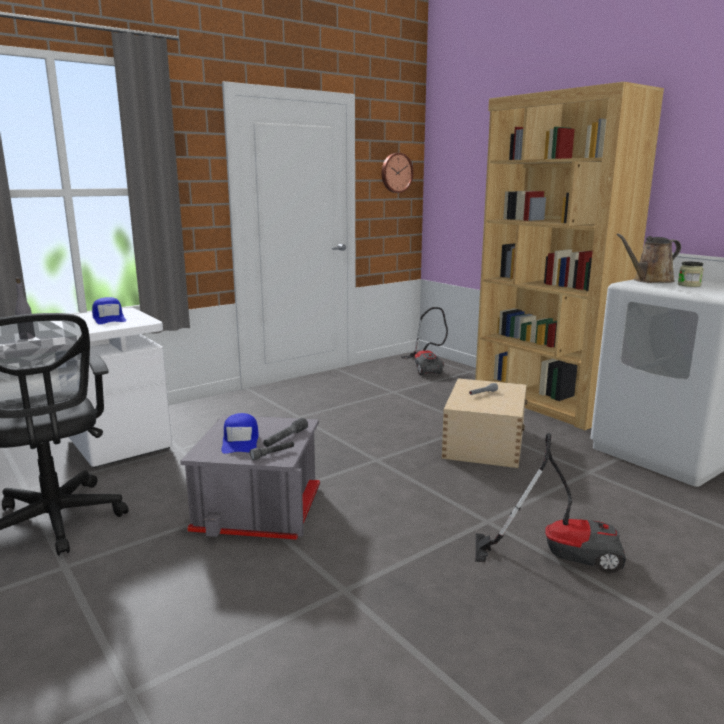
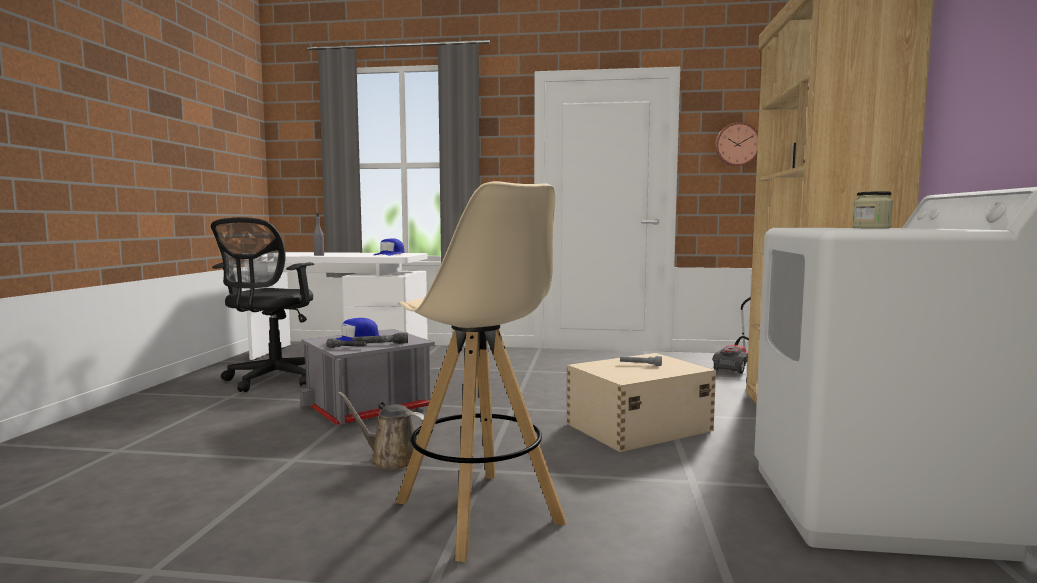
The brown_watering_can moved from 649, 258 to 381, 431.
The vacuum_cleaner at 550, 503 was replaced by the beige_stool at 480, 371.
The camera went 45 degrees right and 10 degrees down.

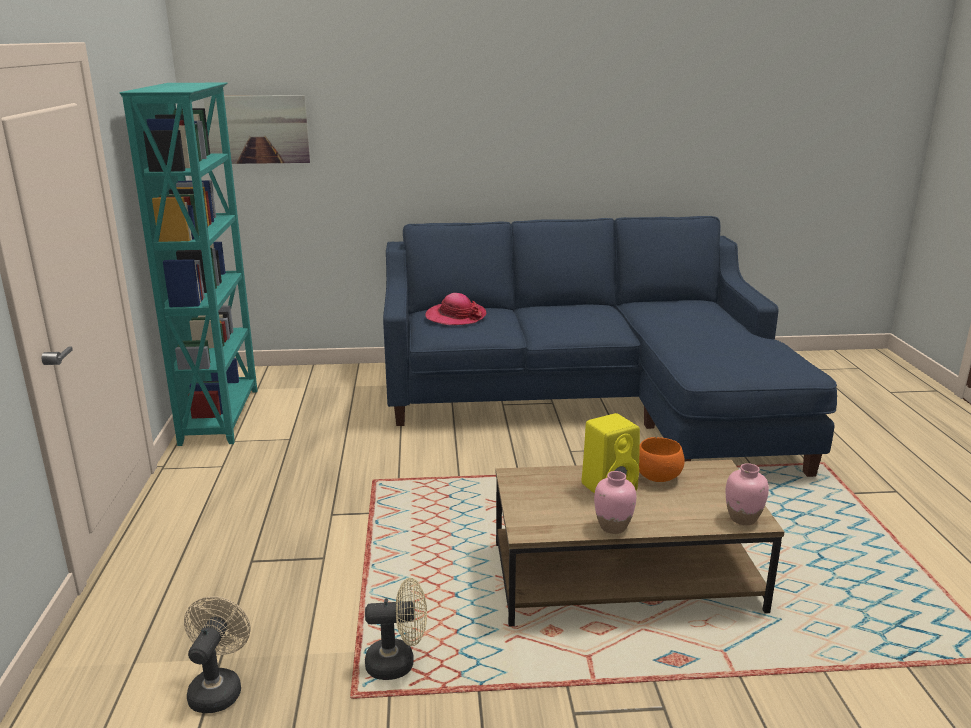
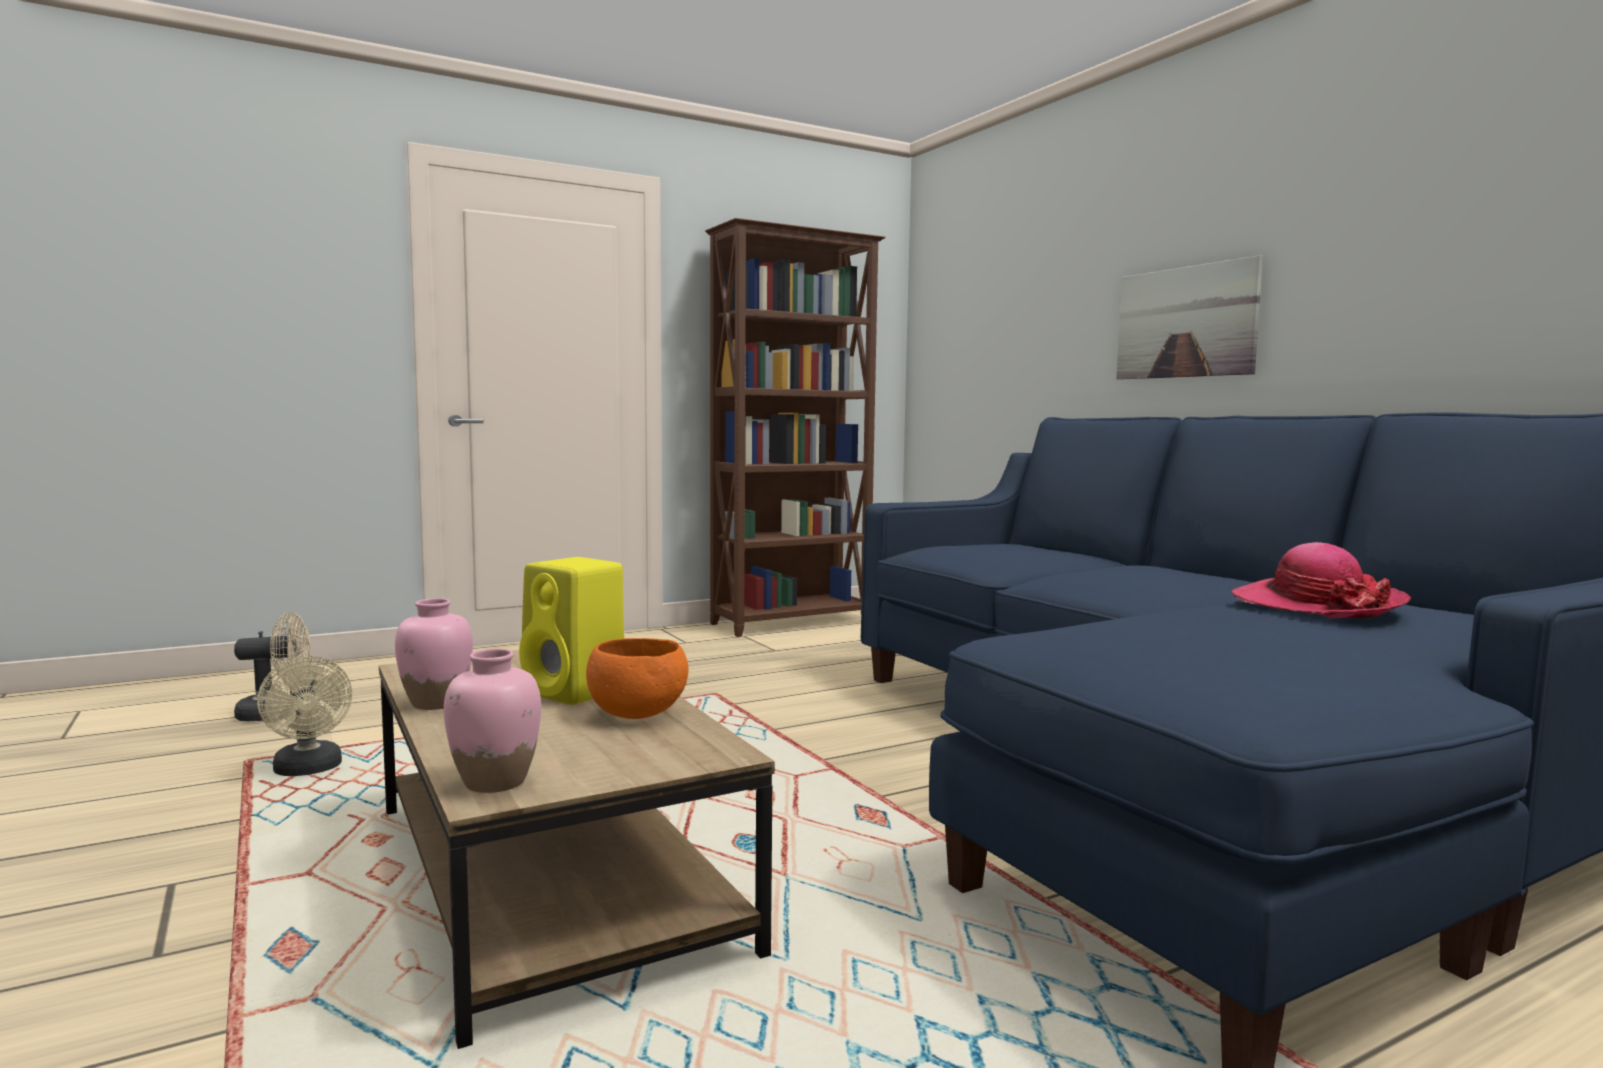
The turquoise_bookcase at 188, 264 became the brown_bookcase at 795, 427.
The picture moved from 257, 129 to 1189, 317.
The hat moved from 455, 309 to 1321, 580.
The camera went 65 degrees right and 15 degrees down.

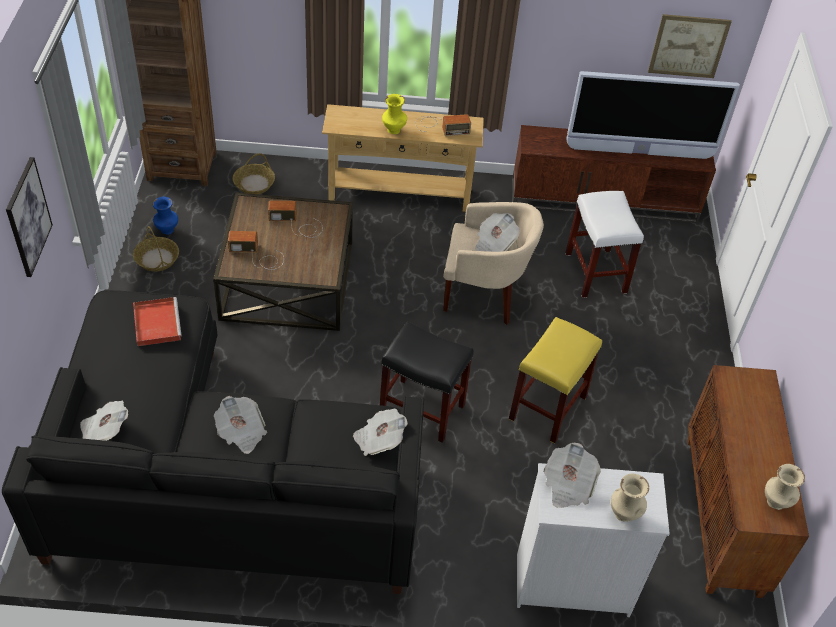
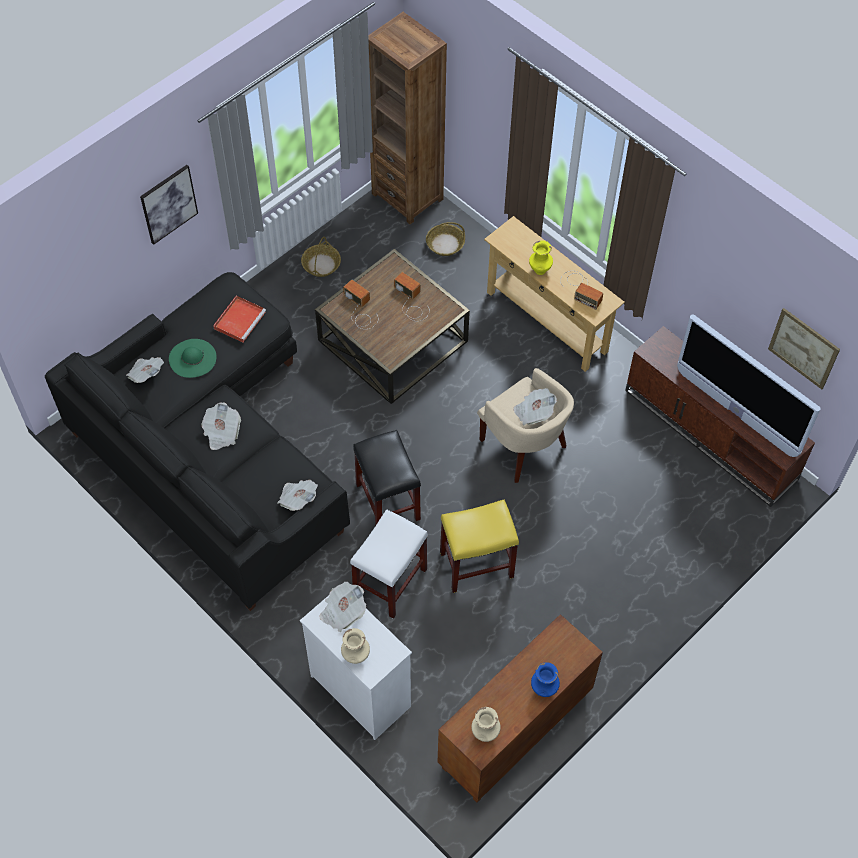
The green_hat at 193, 358 appeared.
The white_stool moved from 604, 244 to 389, 564.
The blue_vase moved from 165, 216 to 545, 679.
The camera went 45 degrees right and 10 degrees up.

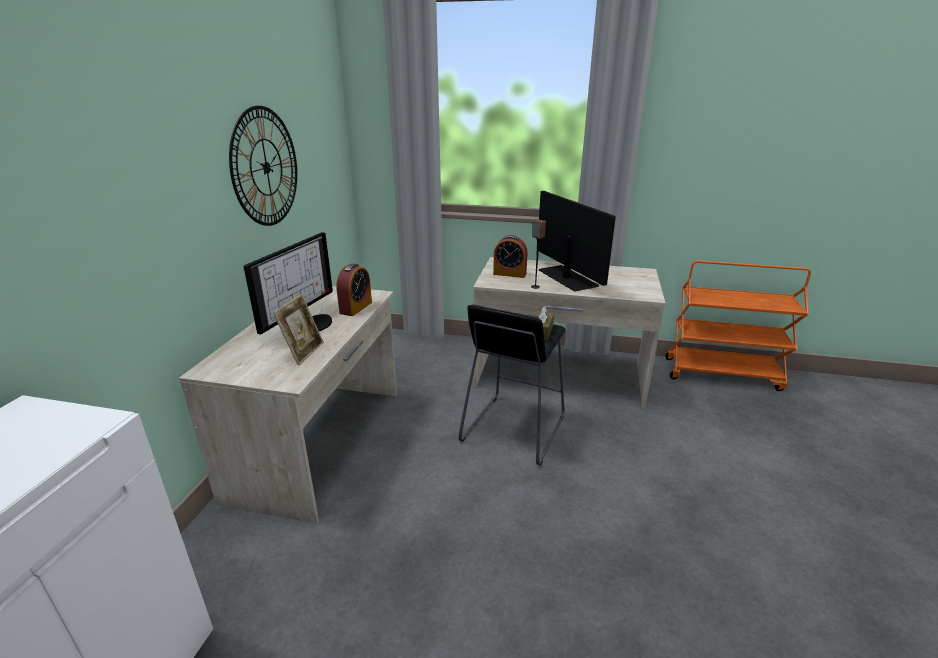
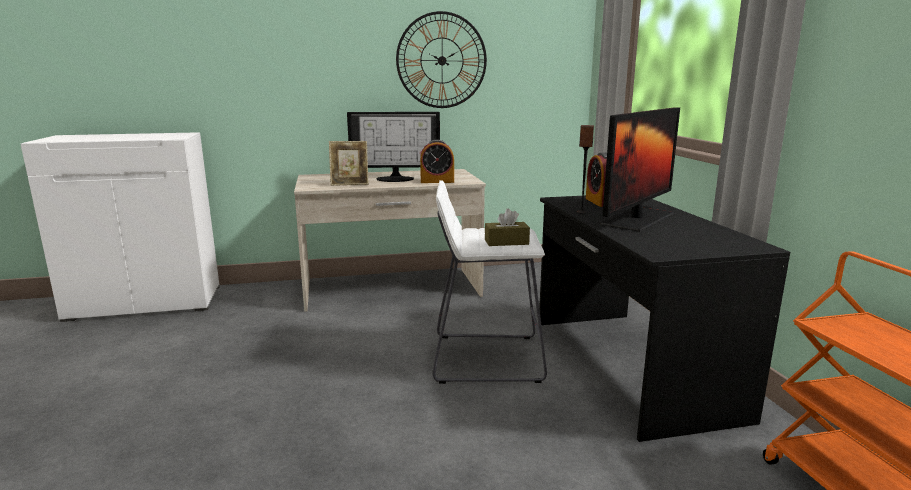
The black_stool at 512, 384 became the white_stool at 489, 282.
The beige_desk at 569, 332 became the black_desk at 664, 318.
The camera went 65 degrees right and 10 degrees down.

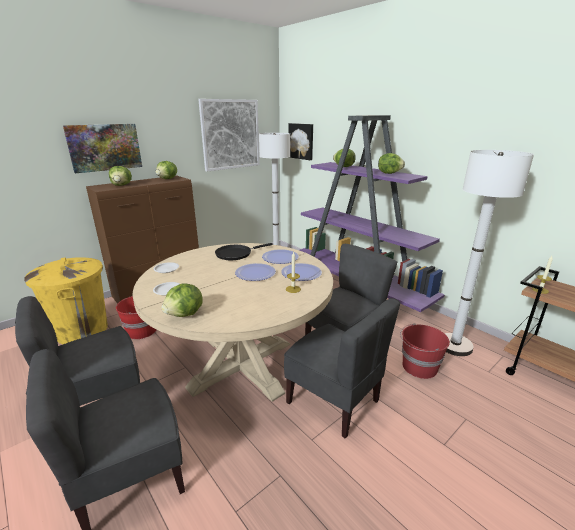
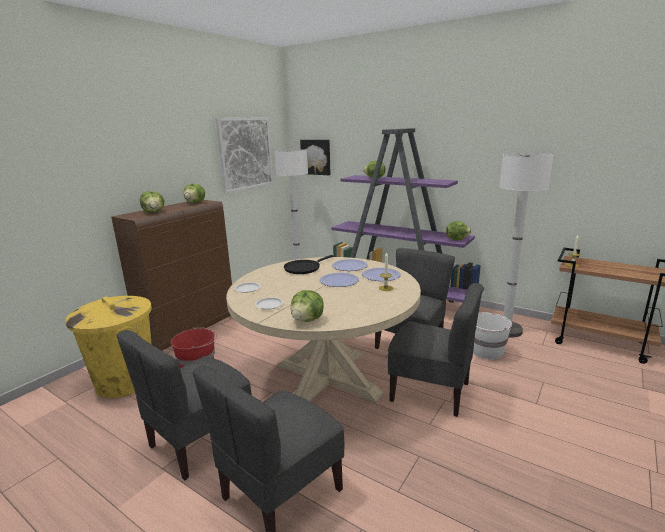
The lettuce moved from 391, 163 to 458, 230.
The red_bucket at 425, 351 became the white_bucket at 492, 336.
The picture at 102, 149 disappeared.
The camera went 15 degrees left and 5 degrees down.

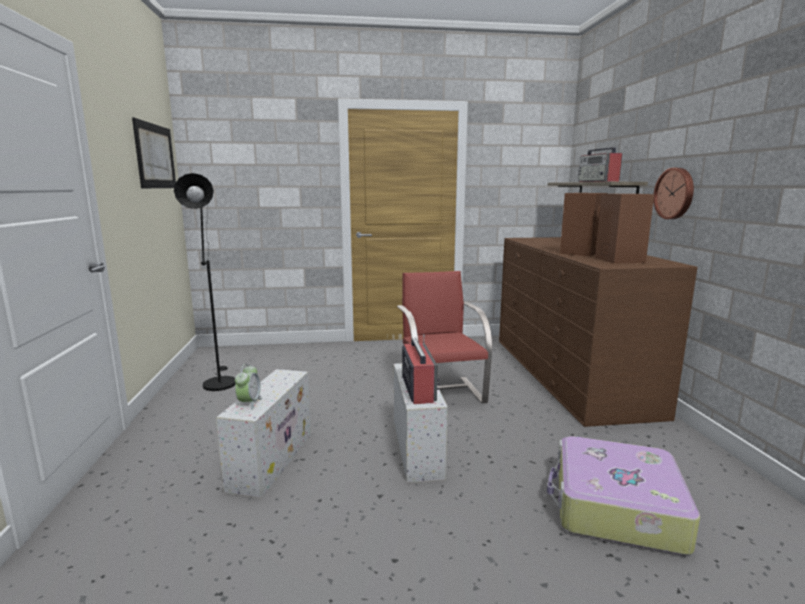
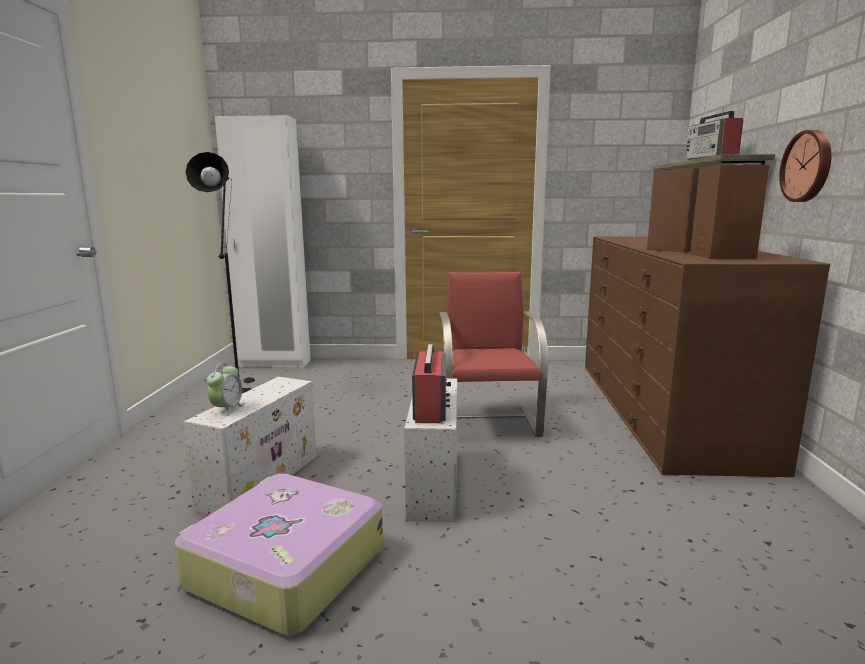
The suitcase moved from 623, 495 to 279, 555.
The white_wardrobe at 263, 241 appeared.
The picture at 154, 152 disappeared.
The camera went 10 degrees right and 0 degrees up.

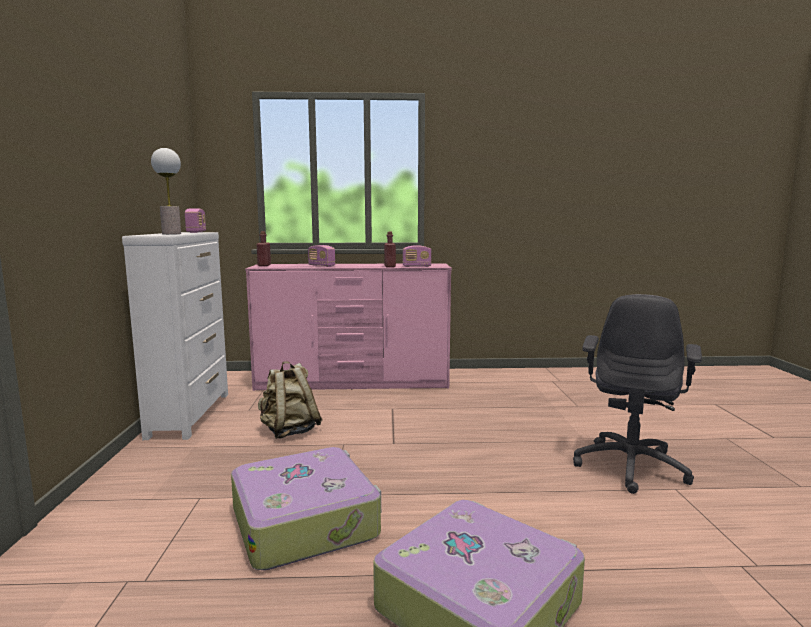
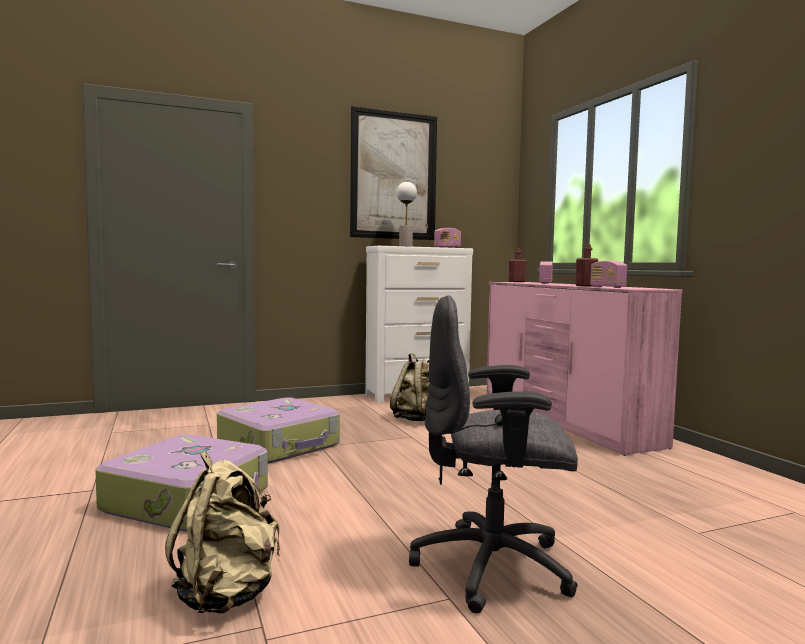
The beige_backpack at 222, 532 appeared.
The picture at 393, 173 appeared.
The camera went 70 degrees right and 5 degrees down.

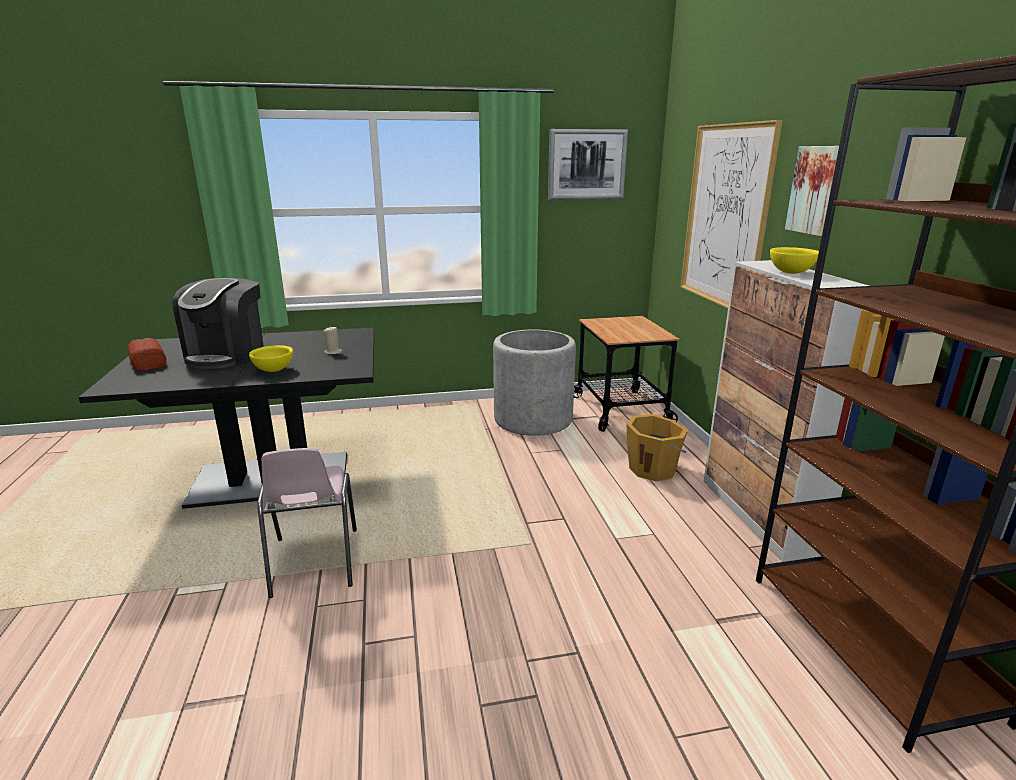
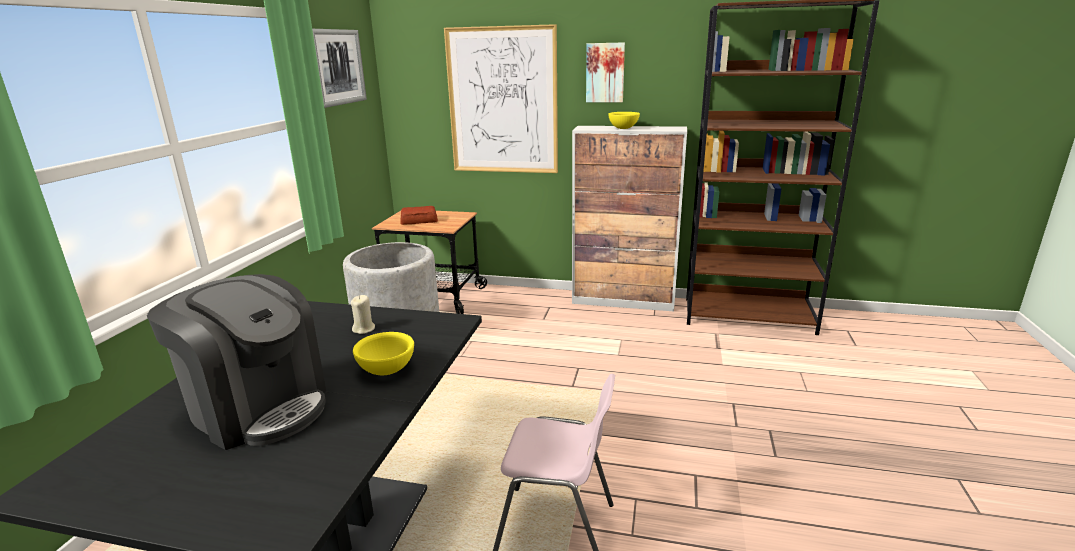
The bread moved from 147, 354 to 419, 215.
The orange_bucket at 657, 447 disappeared.
The camera went 65 degrees left and 0 degrees up.

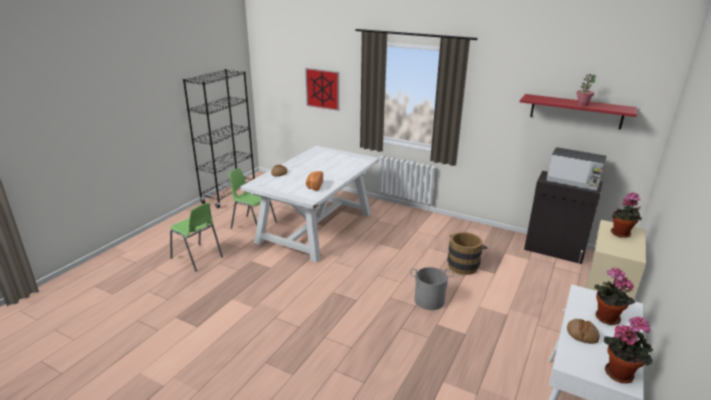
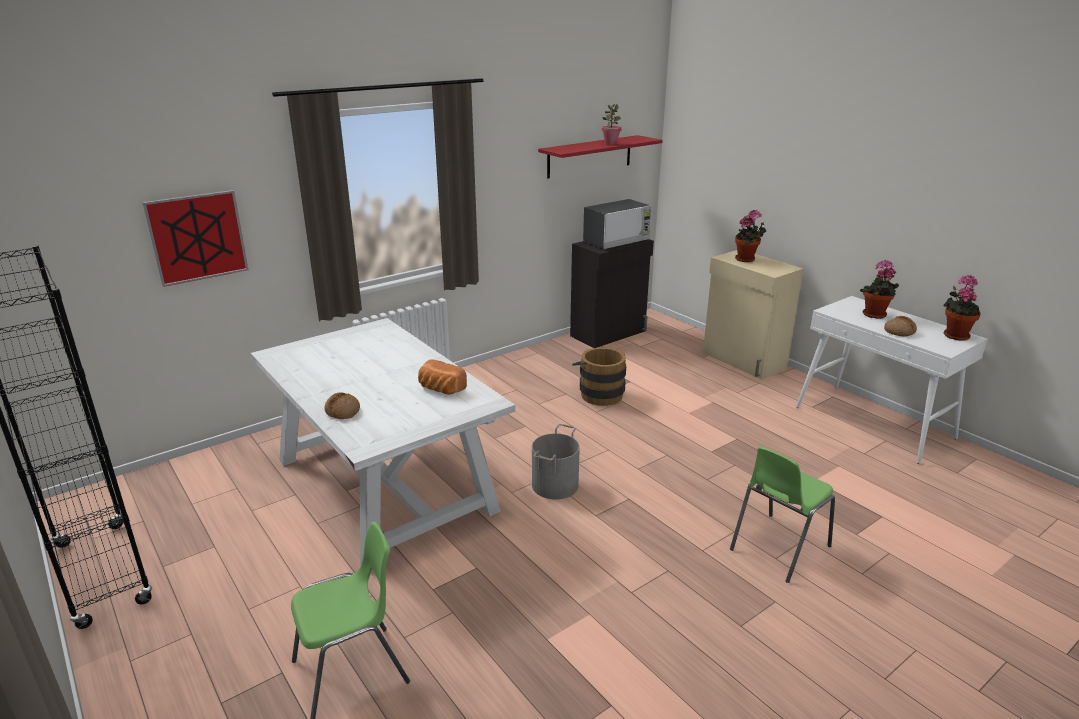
The grey_bucket moved from 432, 288 to 556, 462.
The green_chair moved from 253, 198 to 782, 515.
The camera went 65 degrees left and 0 degrees up.

